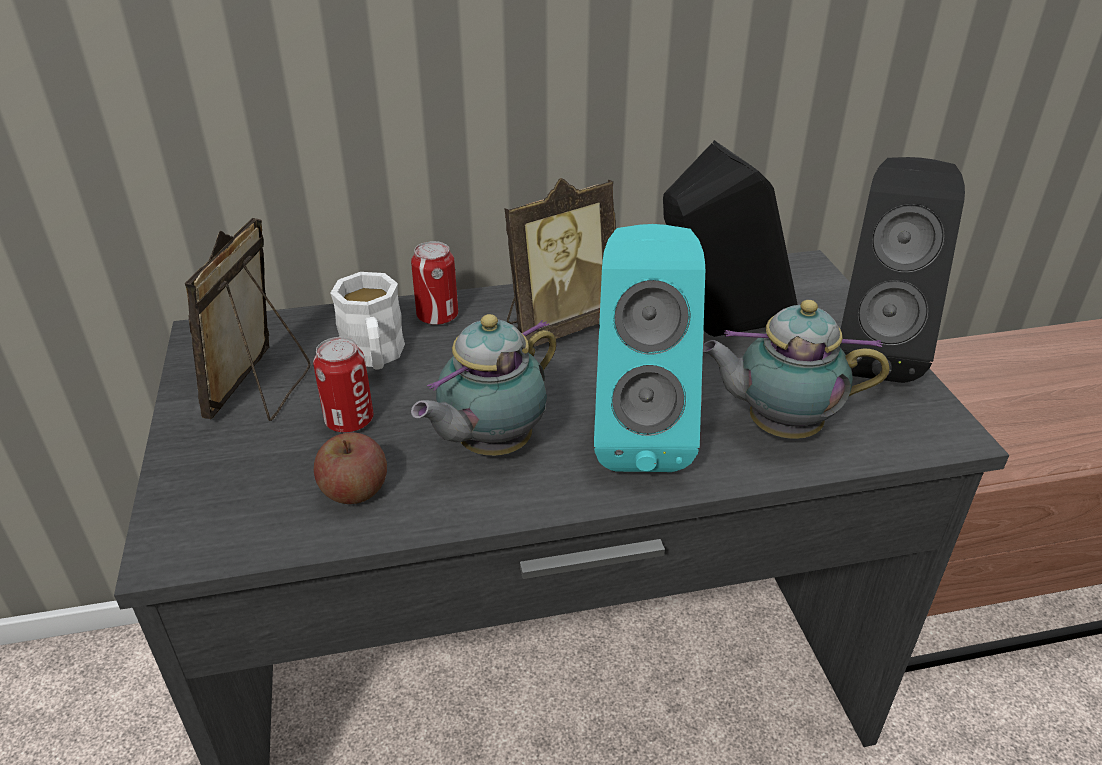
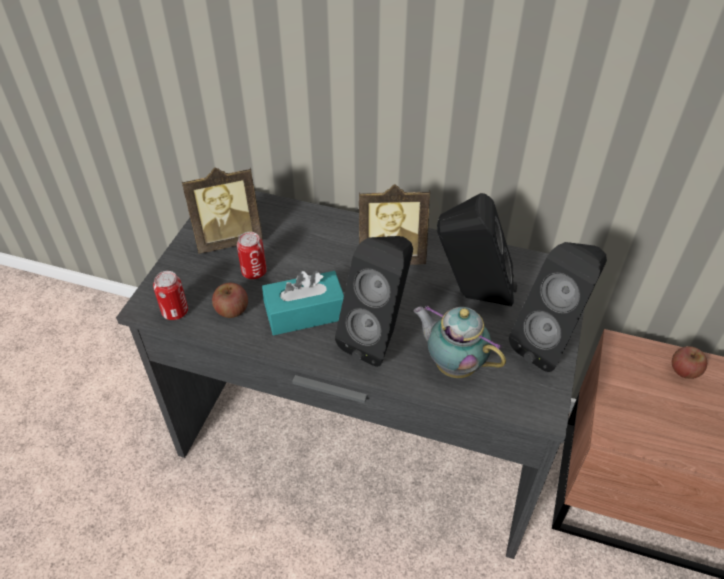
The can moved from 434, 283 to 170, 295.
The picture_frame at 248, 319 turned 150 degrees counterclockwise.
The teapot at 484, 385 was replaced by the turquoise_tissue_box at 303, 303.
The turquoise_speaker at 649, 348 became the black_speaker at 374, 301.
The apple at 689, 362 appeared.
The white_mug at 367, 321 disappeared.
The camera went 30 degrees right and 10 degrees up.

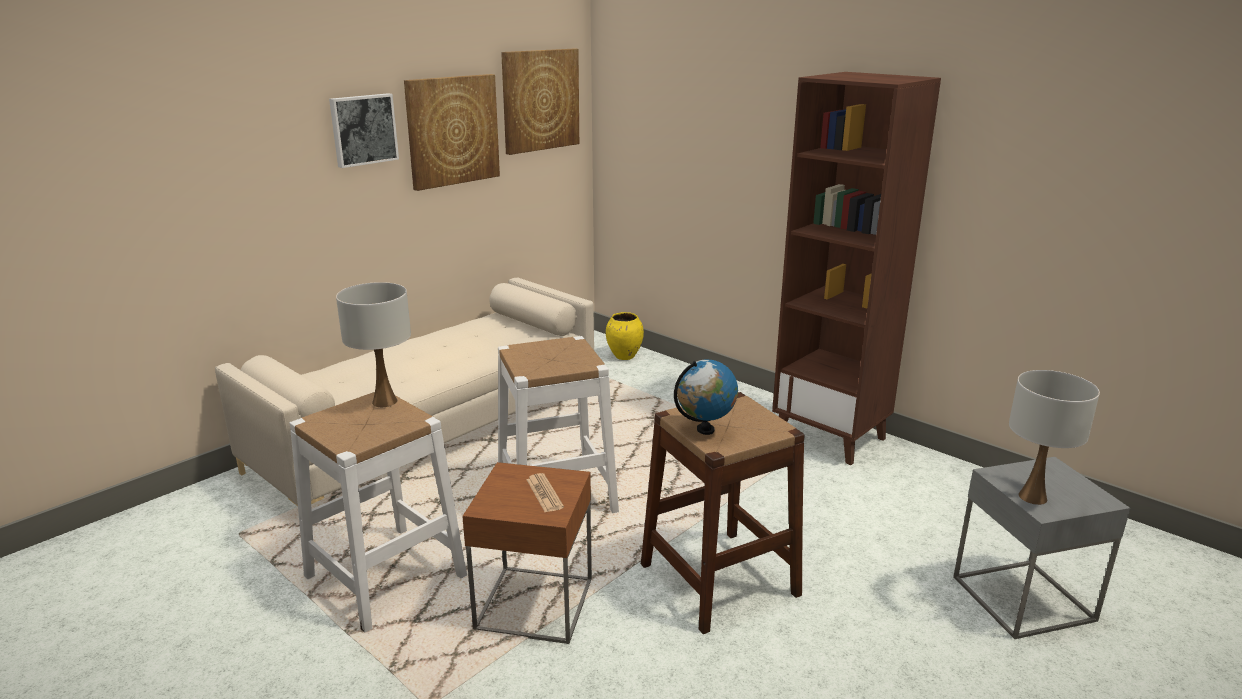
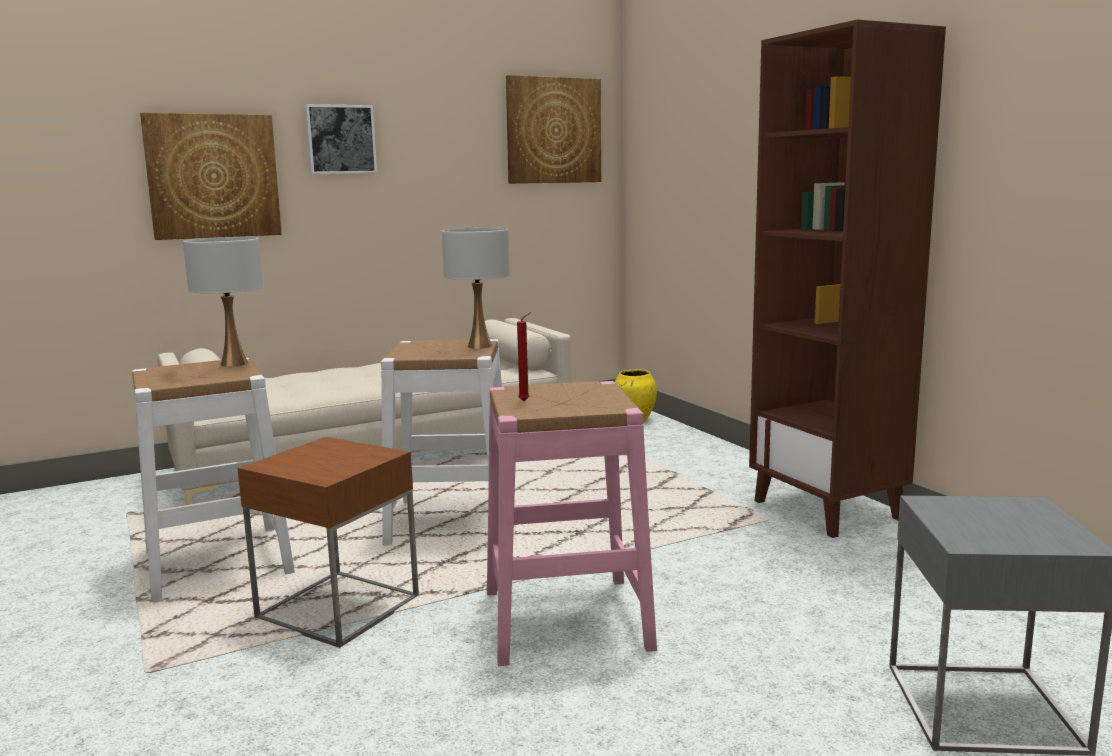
The picture moved from 452, 132 to 211, 176.
The white_table_lamp moved from 1054, 437 to 476, 288.
The brown_stool at 723, 513 became the pink_stool at 572, 523.
The globe at 706, 397 was replaced by the red_candle at 524, 356.
The newspaper at 545, 492 disappeared.
The camera went 20 degrees right and 10 degrees down.

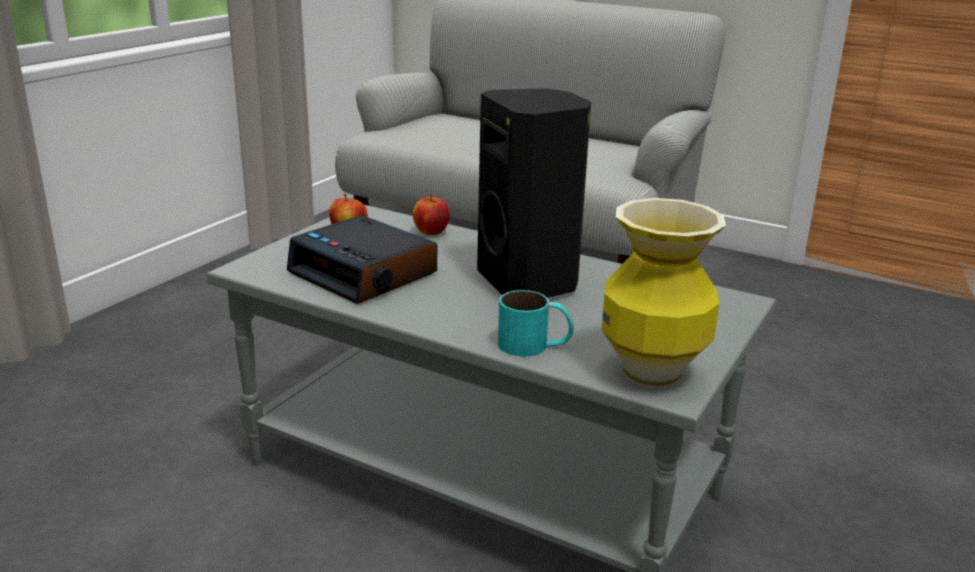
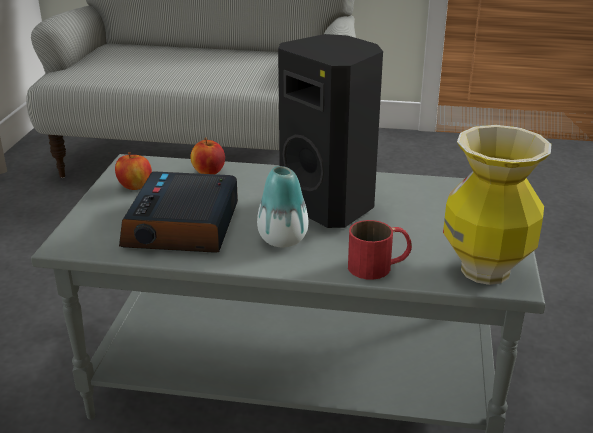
The alarm_clock at 362, 260 turned 75 degrees clockwise.
The vase at 283, 206 appeared.
The turquoise_mug at 536, 323 became the red_mug at 380, 250.
The camera went 20 degrees left and 5 degrees up.

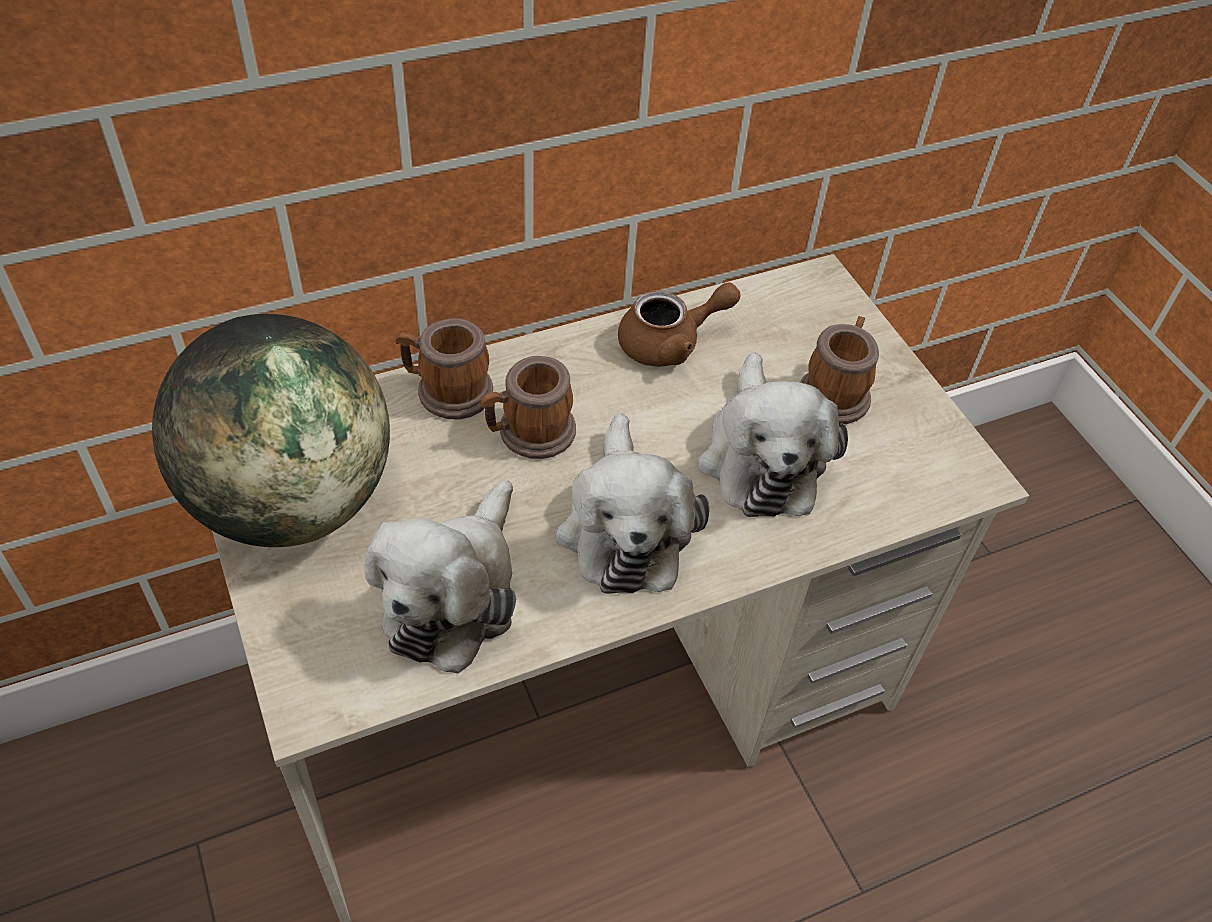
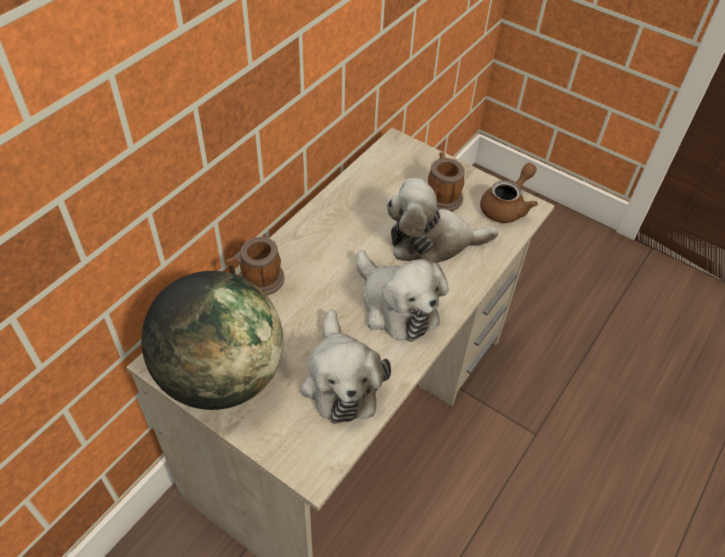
The plush_toy at 772, 434 turned 120 degrees clockwise.
The brown_teapot moved from 679, 325 to 509, 193.
The mug at 528, 407 disappeared.
The camera went 30 degrees left and 0 degrees up.

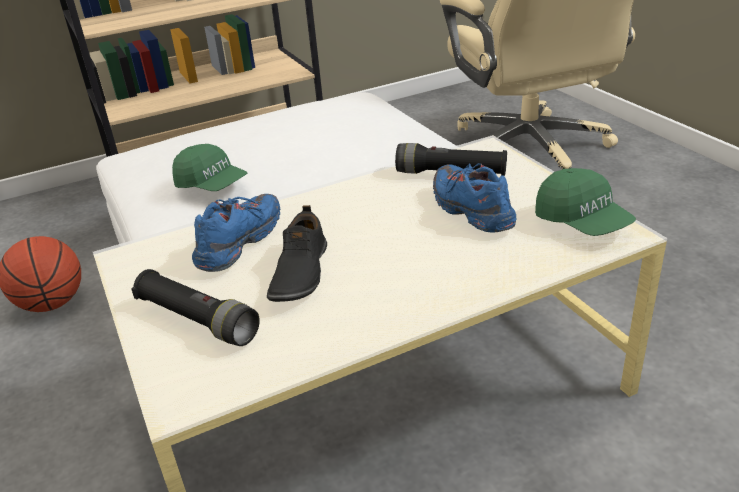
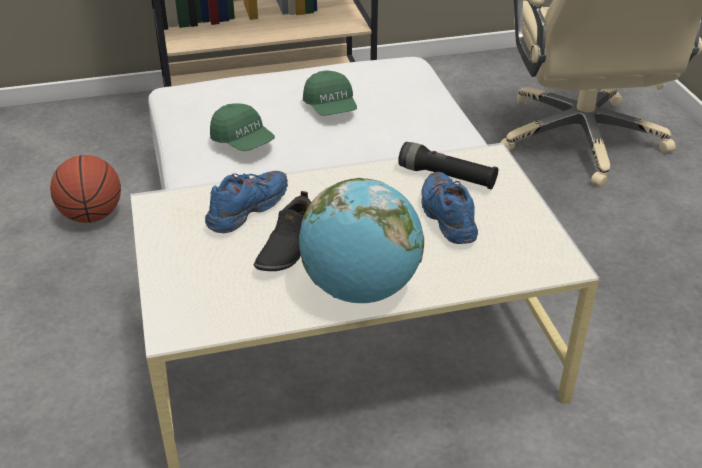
The globe at 361, 240 appeared.
The green_cap moved from 585, 202 to 330, 93.
The black_flashlight at 195, 307 disappeared.
The camera went 10 degrees right and 5 degrees up.

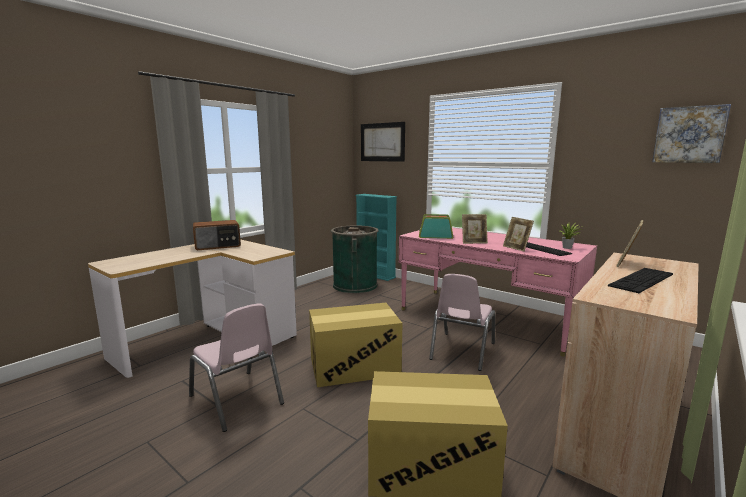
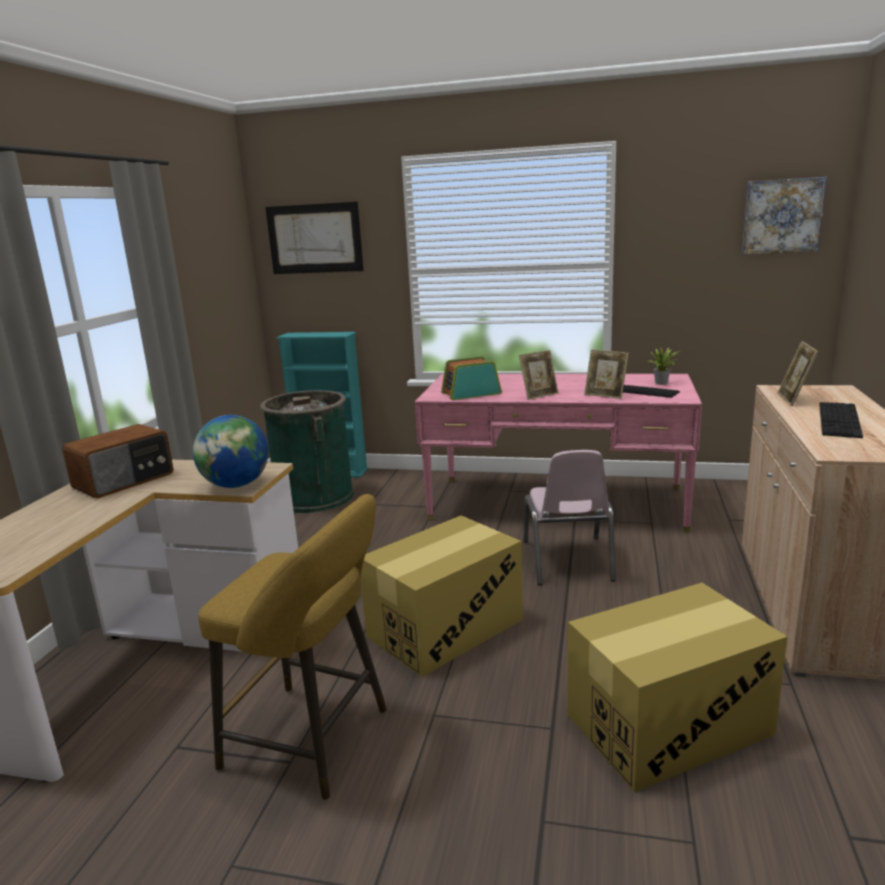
The globe at 231, 451 appeared.
The pink_chair at 236, 368 was replaced by the yellow_stool at 292, 647.
The camera went 25 degrees left and 5 degrees up.

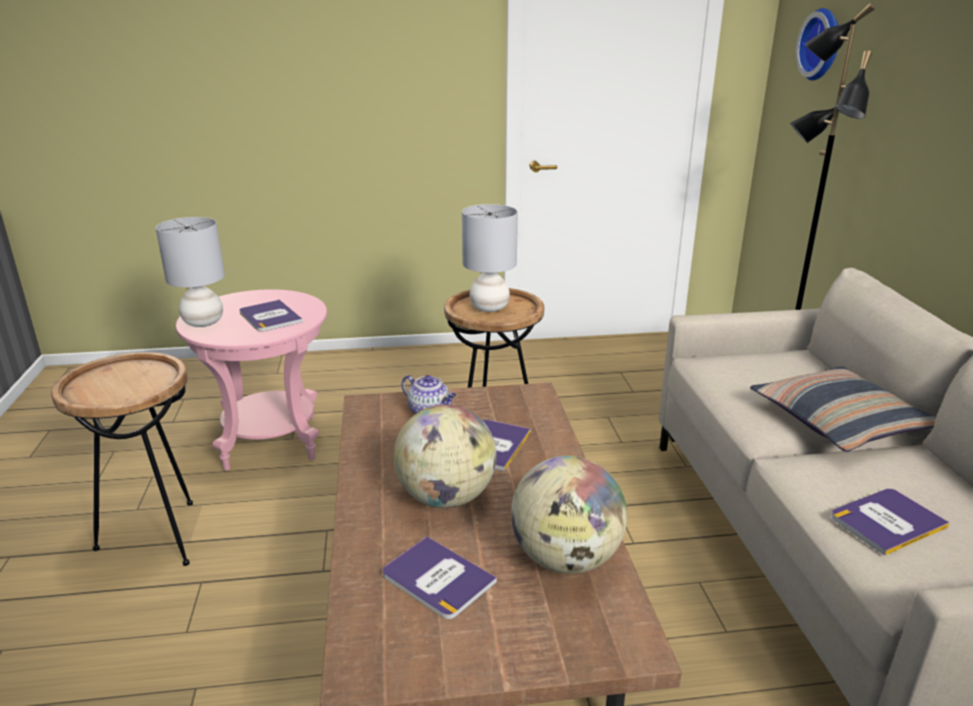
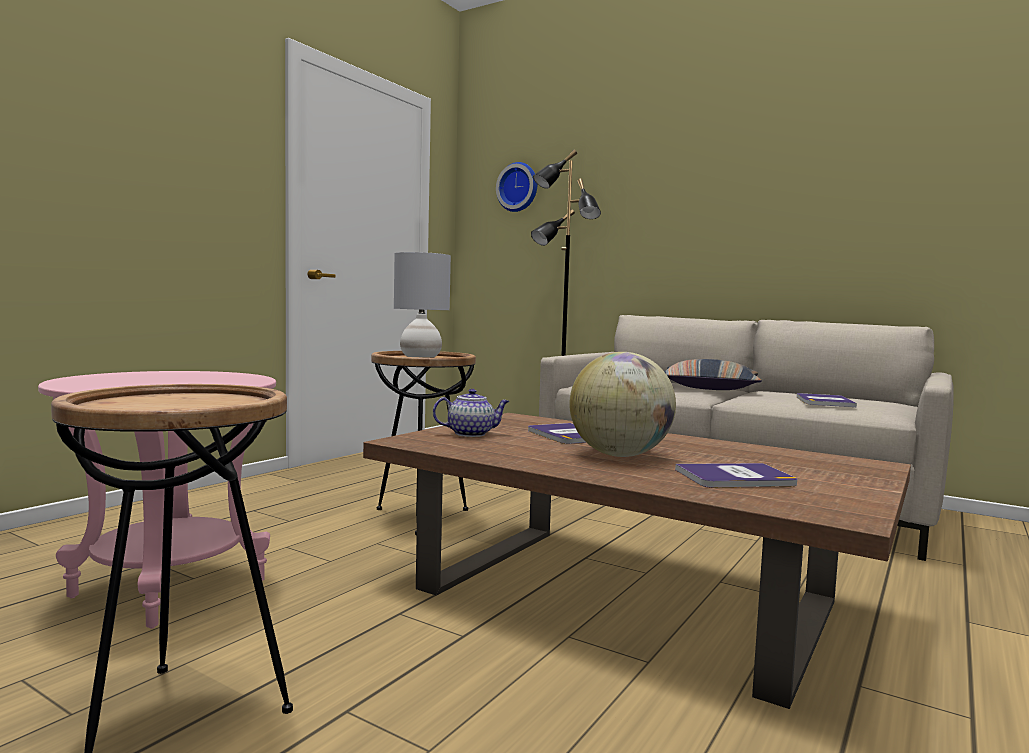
The grey_table_lamp at 190, 272 disappeared.
The book at 271, 316 disappeared.
The globe at 569, 515 disappeared.
The camera went 50 degrees left and 20 degrees down.

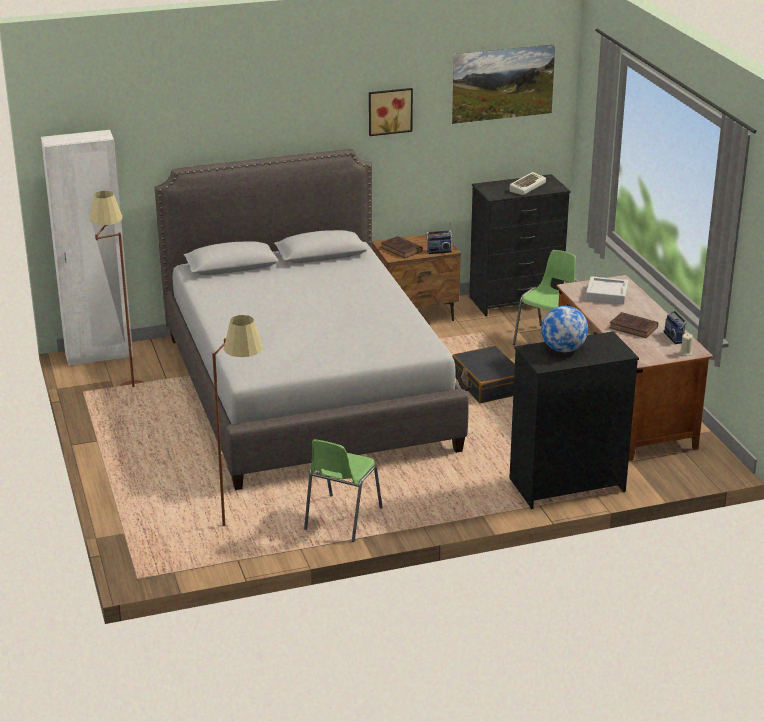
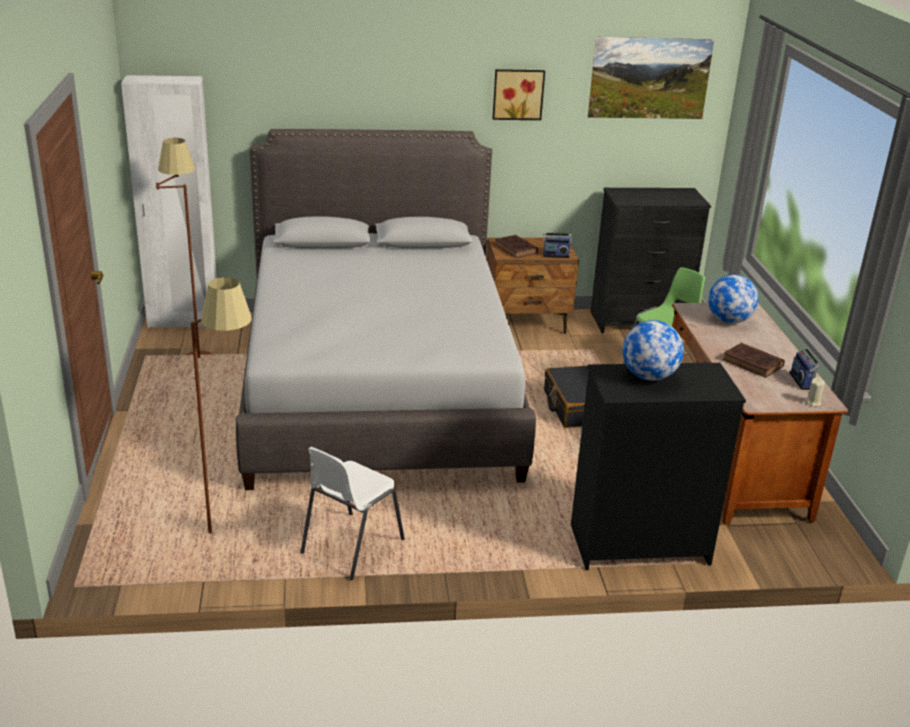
The green_chair at 343, 490 became the white_chair at 352, 513.
The grey_tray at 607, 290 was replaced by the globe at 733, 298.
The keyboard at 527, 183 disappeared.
The camera went 10 degrees right and 0 degrees up.

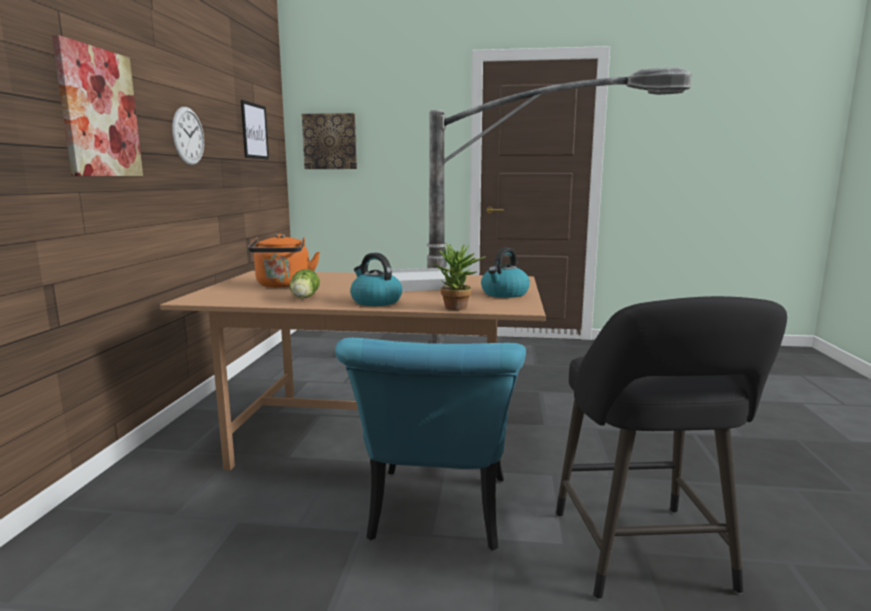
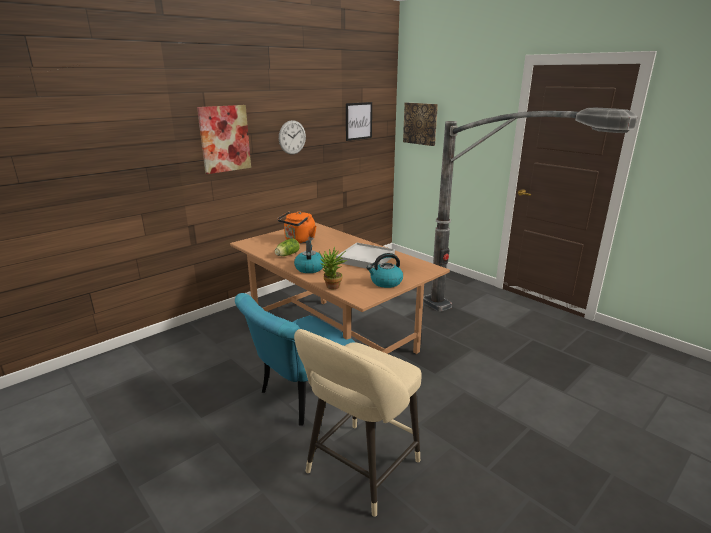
The black_stool at 671, 448 became the beige_stool at 358, 423.
The camera went 40 degrees right and 10 degrees up.

